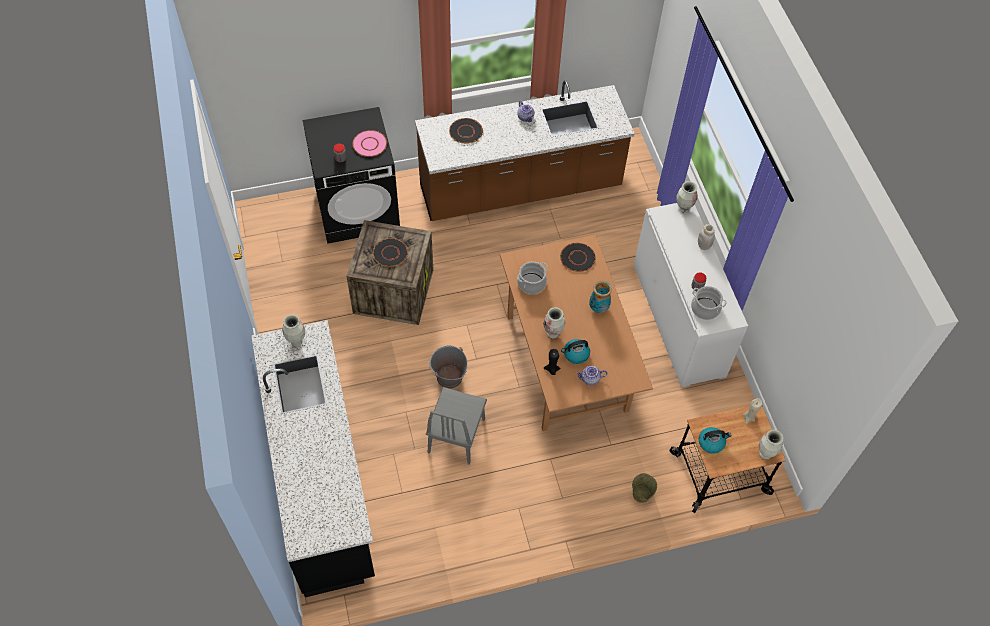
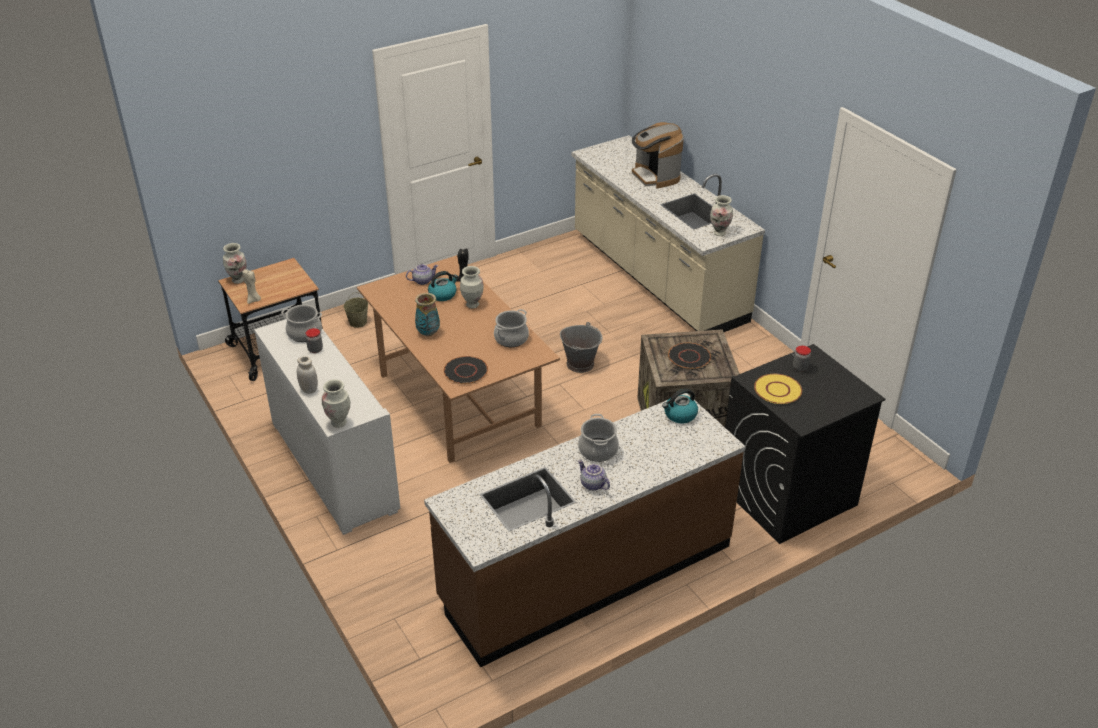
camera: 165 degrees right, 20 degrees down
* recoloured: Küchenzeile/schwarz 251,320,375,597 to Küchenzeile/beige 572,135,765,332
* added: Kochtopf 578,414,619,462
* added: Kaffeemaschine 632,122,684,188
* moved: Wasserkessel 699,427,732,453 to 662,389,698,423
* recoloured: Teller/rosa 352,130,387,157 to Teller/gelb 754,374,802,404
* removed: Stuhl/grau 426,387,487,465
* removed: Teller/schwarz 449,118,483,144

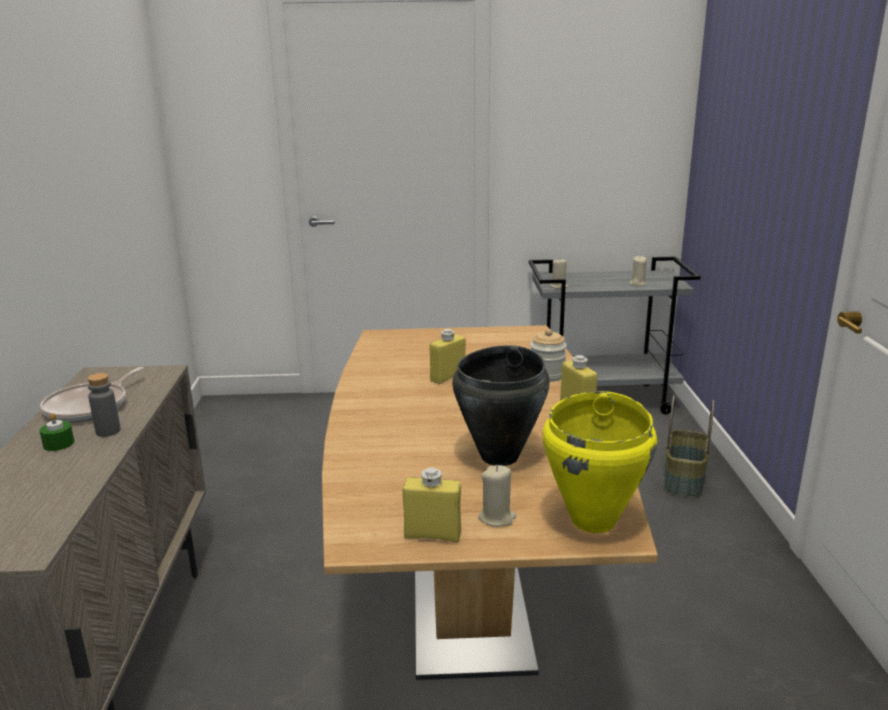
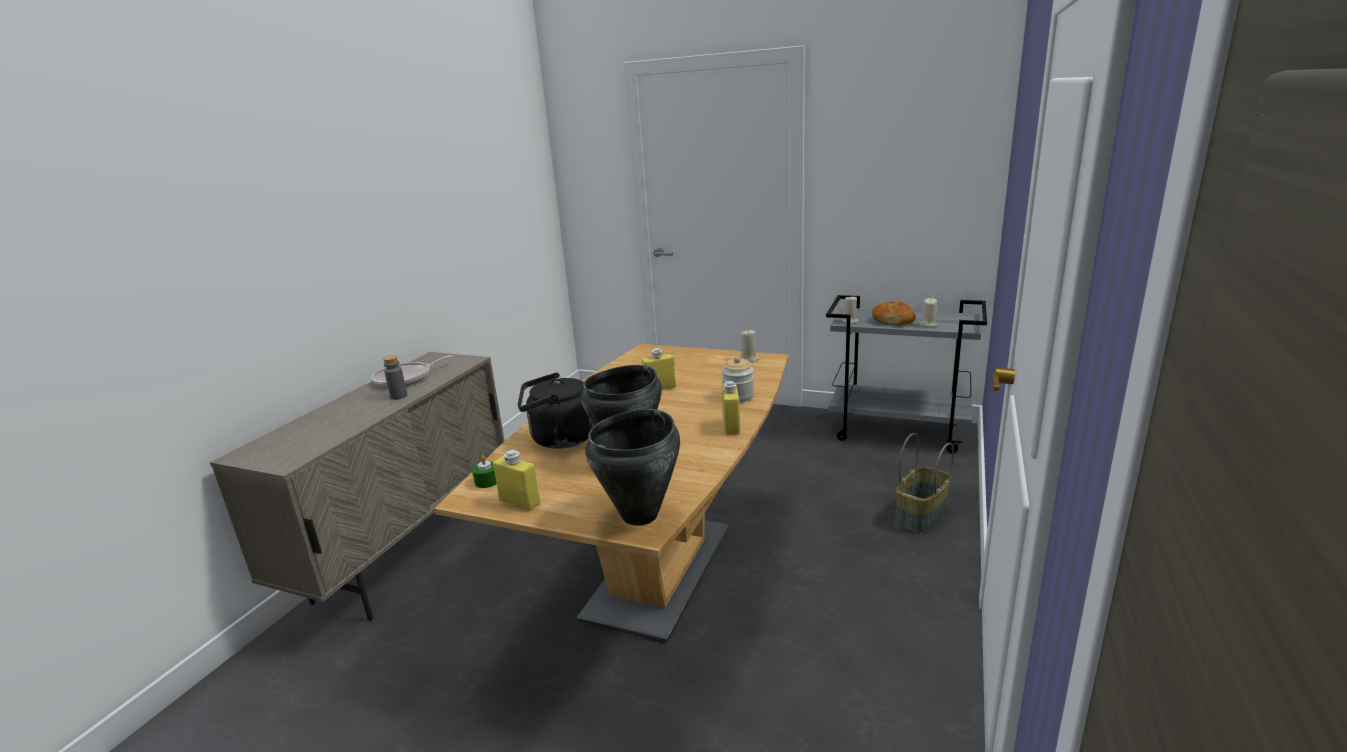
camera: 25 degrees right, 0 degrees up
* moved: Kerze/grün 39,413,75,451 to 472,455,497,488
* added: Wasserkessel/schwarz 518,372,594,449
* recoloured: Kochtopf/gelb 542,391,657,533 to Kochtopf/schwarz 585,409,680,526
* moved: Kerze/beige 478,465,516,527 to 740,329,759,362
* added: Brot 872,302,916,325

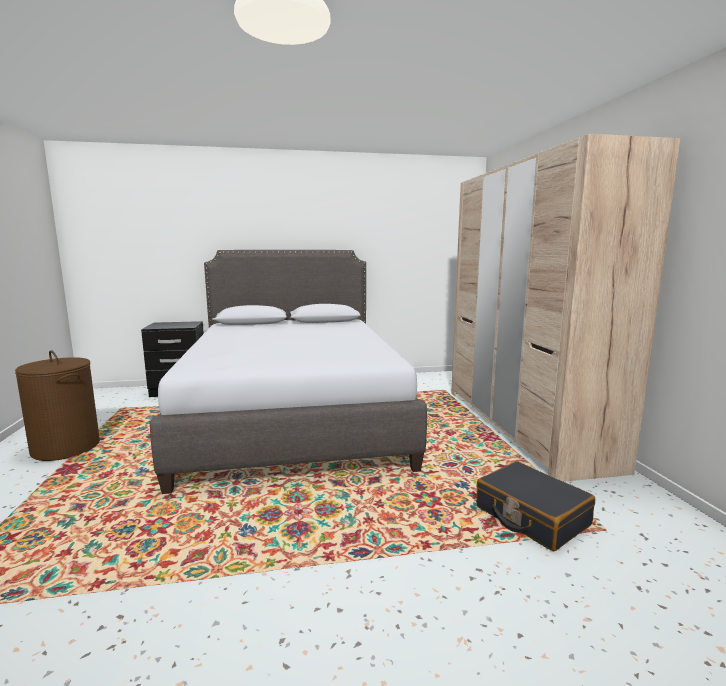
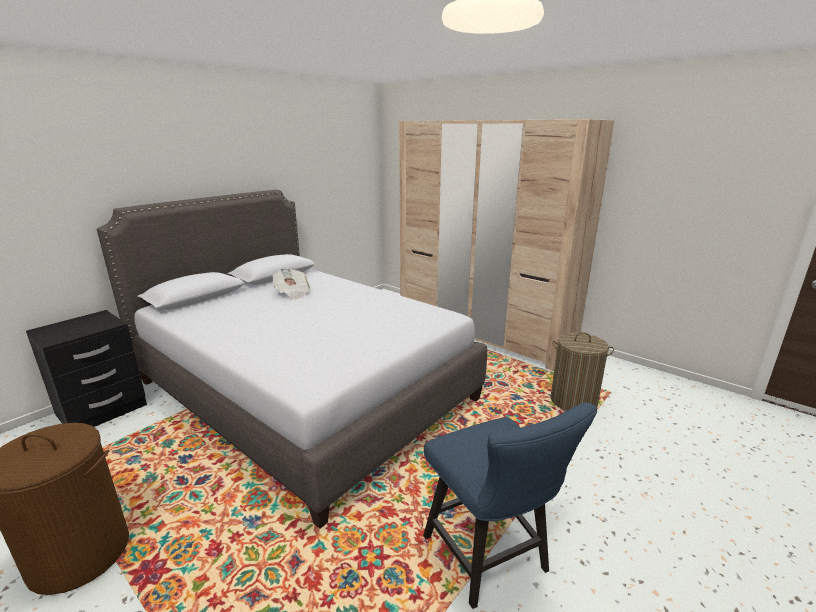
camera: 40 degrees left, 10 degrees up
* added: Zeitung 273,268,311,300
* added: Stuhl/blau 423,402,597,609
* replaced: Koffer/schwarz 476,461,595,551 to Wäschekorb 551,332,614,411

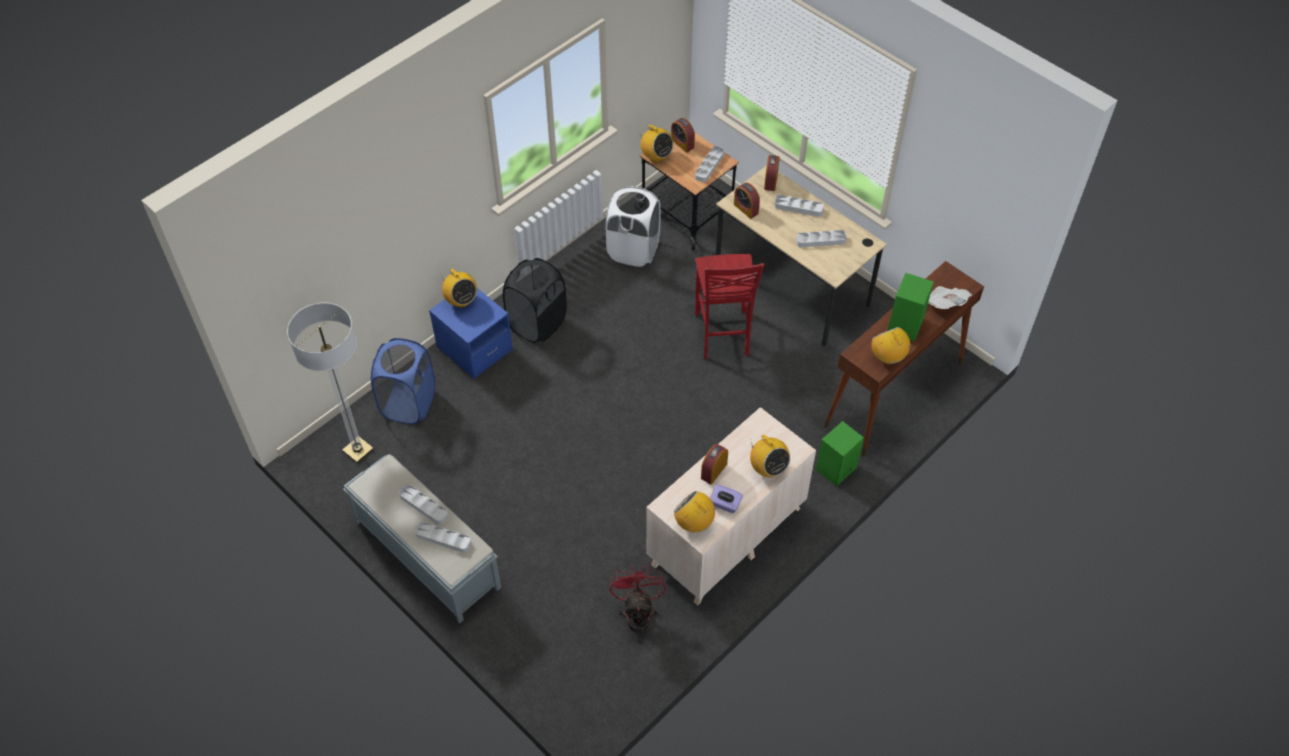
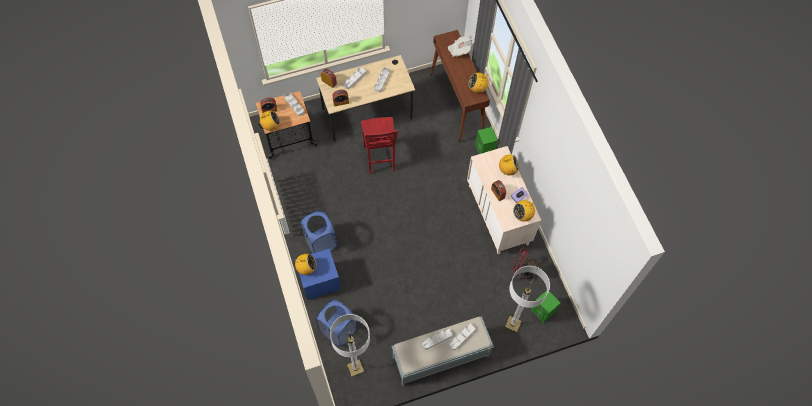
camera: 65 degrees left, 10 degrees up
* recoloured: Wäschekorb/schwarz 503,258,567,343 to Wäschekorb/blau 300,210,337,254
* turned: Stuhl/rot 695,254,764,359 = 361,117,398,175 60 degrees clockwise
* added: Stehlampe 505,266,550,333
* moved: Lautsprecher/grün 888,273,934,341 to 531,291,560,323
* removed: Wäschekorb/weiß 606,186,661,267

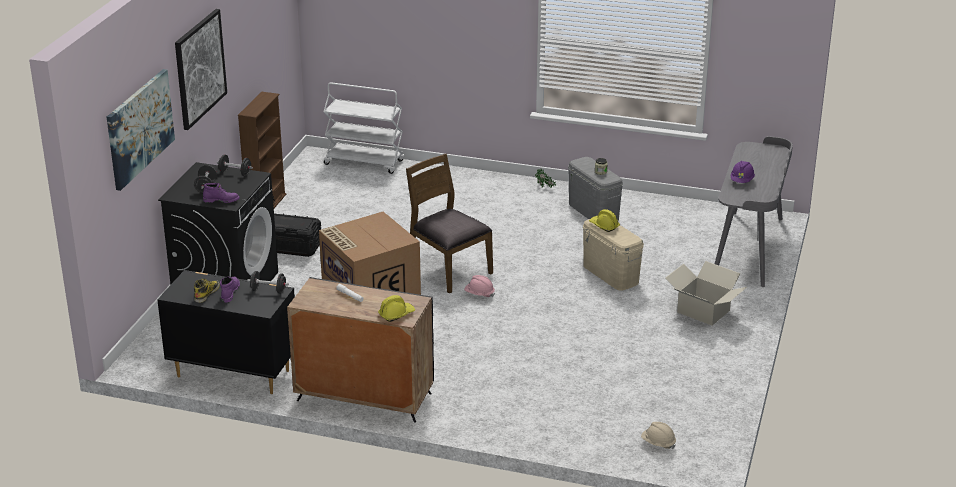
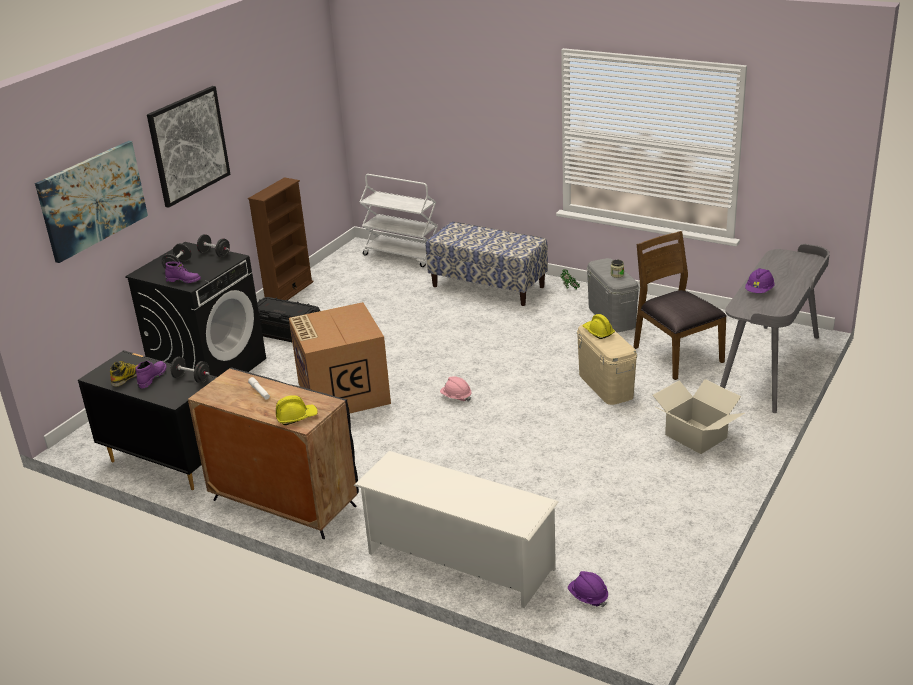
camera: 15 degrees right, 0 degrees up
* added: Schuhregal/weiß 354,451,559,608
* added: Bank 426,222,548,306
* recoloured: Schutzhelm/beige 641,422,676,449 to Schutzhelm/lila 568,571,608,607
* moved: Stuhl/braun 406,154,493,294 to 633,231,727,380

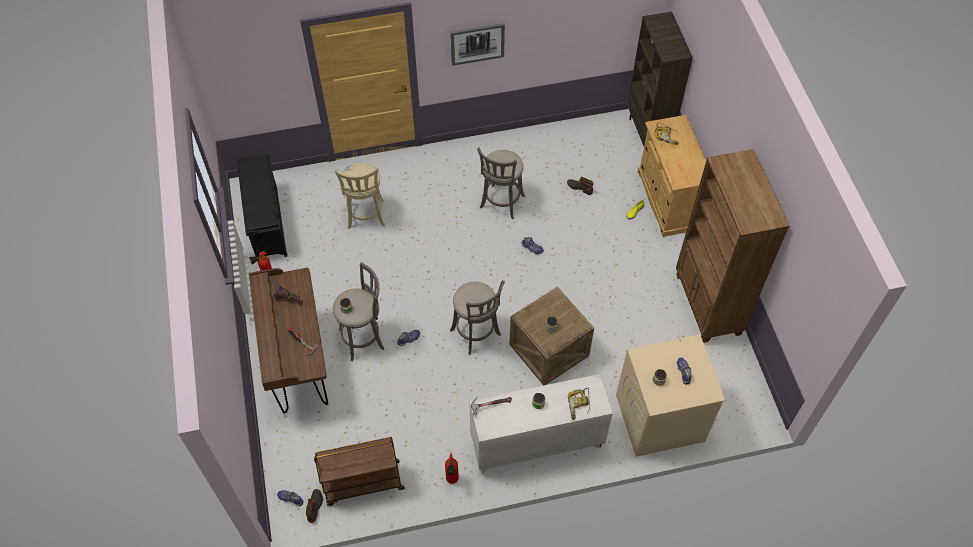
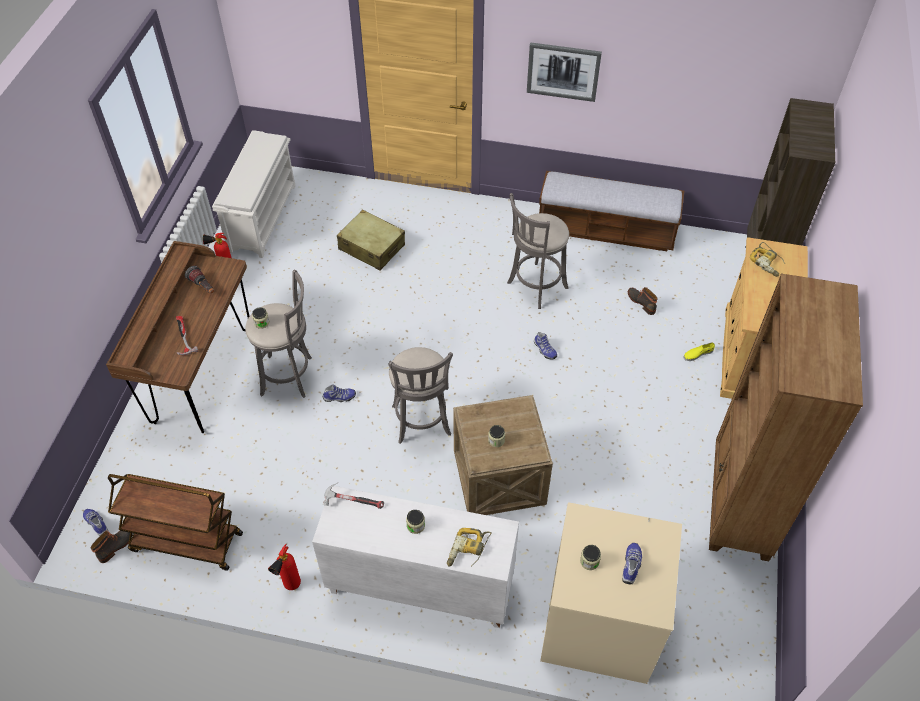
camera: 25 degrees right, 5 degrees down
* recoloured: Schuhregal/schwarz 237,155,287,262 to Schuhregal/weiß 212,130,296,258
* replaced: Hocker/beige 335,163,385,229 to Koffer/beige 337,210,405,271
* added: Bank 539,171,684,251

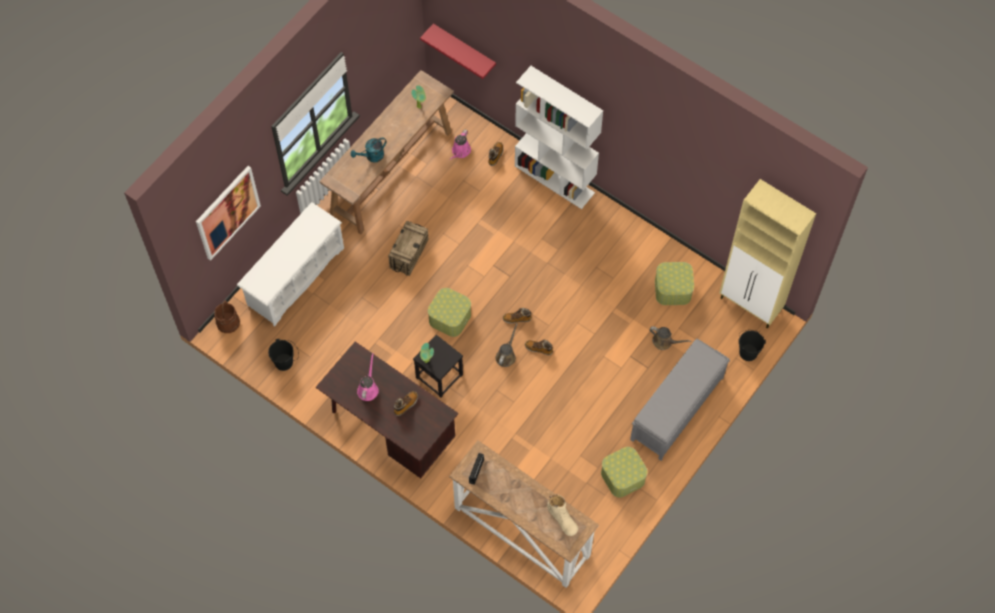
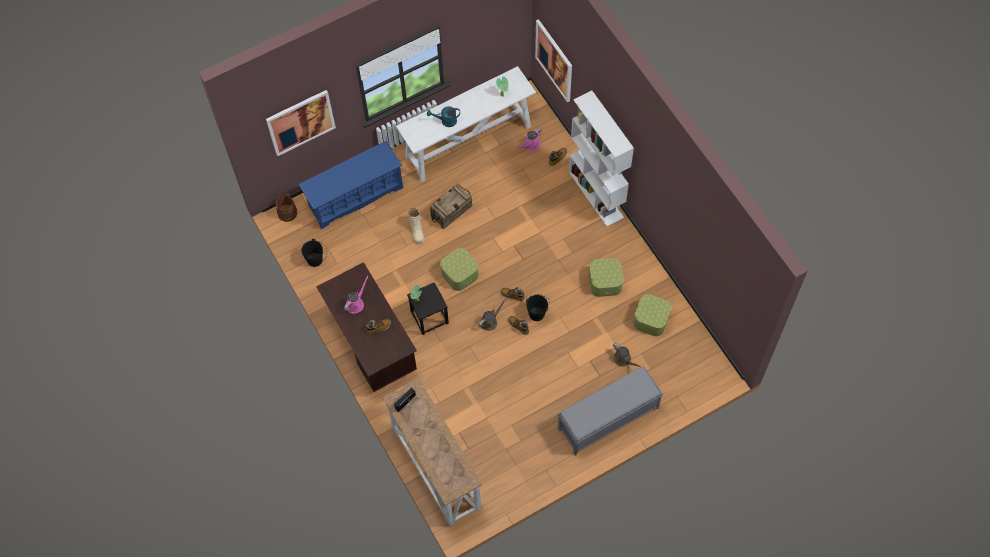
camera: 25 degrees right, 0 degrees up
* recoloured: Schuhregal/weiß 237,202,344,327 to Schuhregal/blau 299,141,403,229
* recoloured: Konsolentisch/braun 319,70,454,234 to Konsolentisch/weiß 396,66,536,182
* moved: Stiefel/beige 547,494,578,536 to 408,208,425,244
* moved: Eimer/schwarz 738,330,766,361 to 526,294,550,321
* replaced: Wandregal/rot 420,24,496,79 to Bild 535,19,572,102
* moved: Aufbewahrungsbox 601,447,648,498 to 589,258,624,297
* removed: Schrank/beige 719,179,816,329

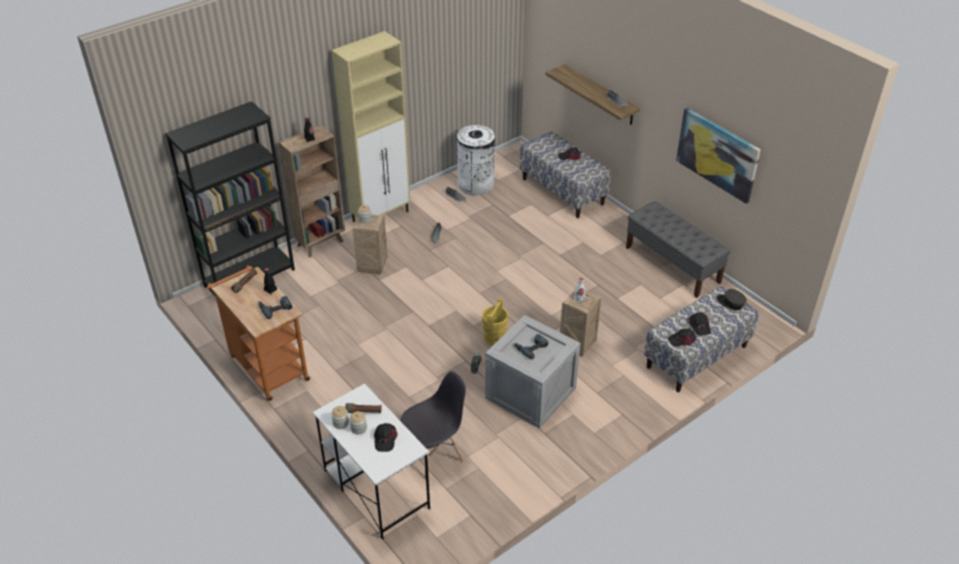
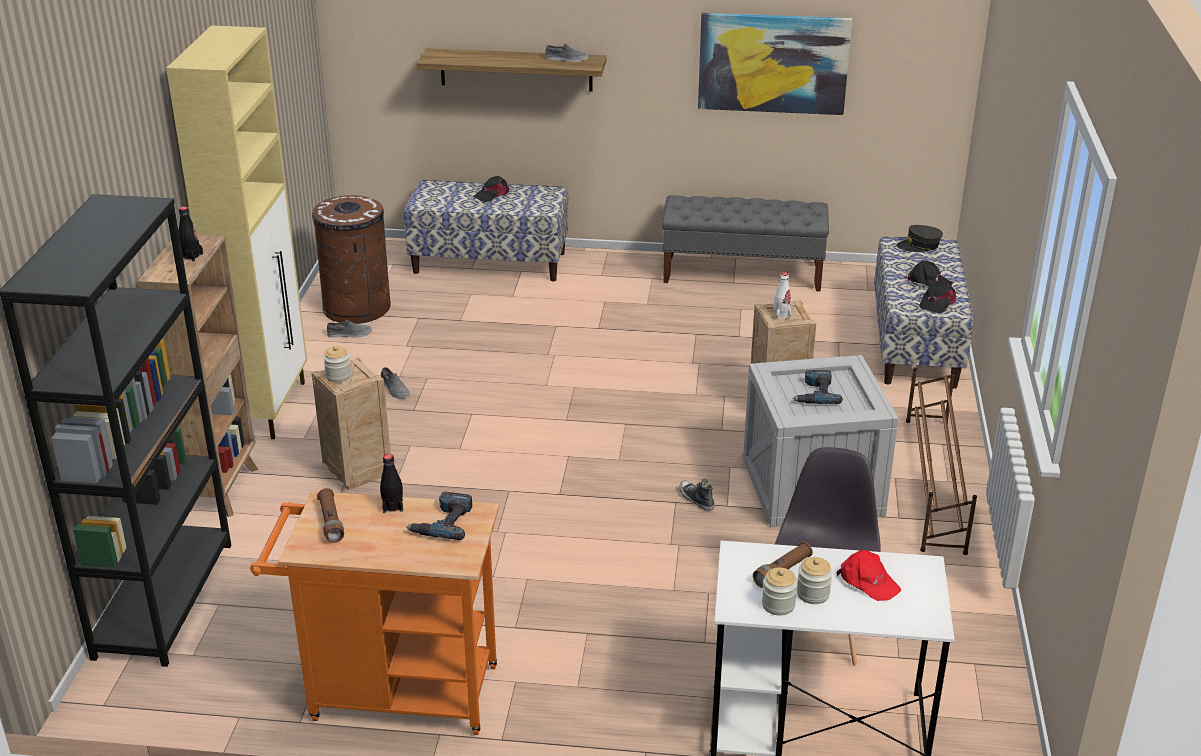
camera: 45 degrees left, 10 degrees down
* recoloured: Mülleimer/weiß 457,125,495,195 to Mülleimer/braun 312,195,391,324
* recoloured: Kappe/schwarz 374,423,398,452 to Kappe/rot 836,550,901,601
* added: Schuhregal/braun 906,367,977,555
* removed: Eimer/gelb 482,298,509,345

